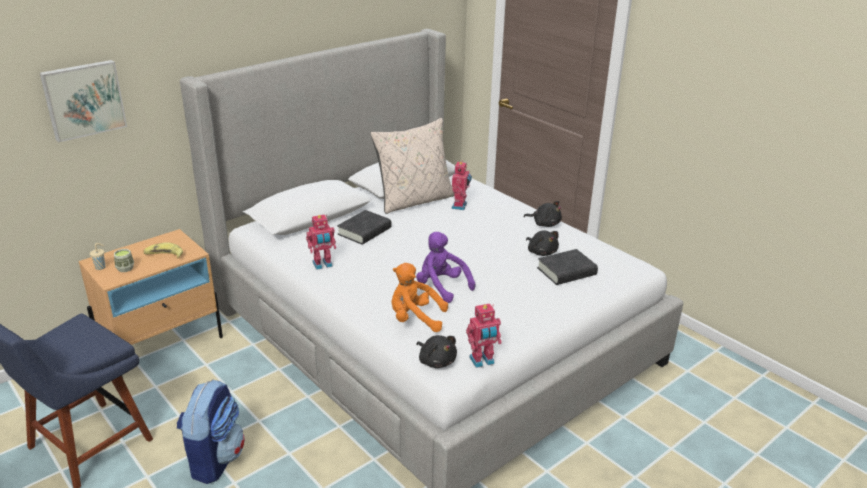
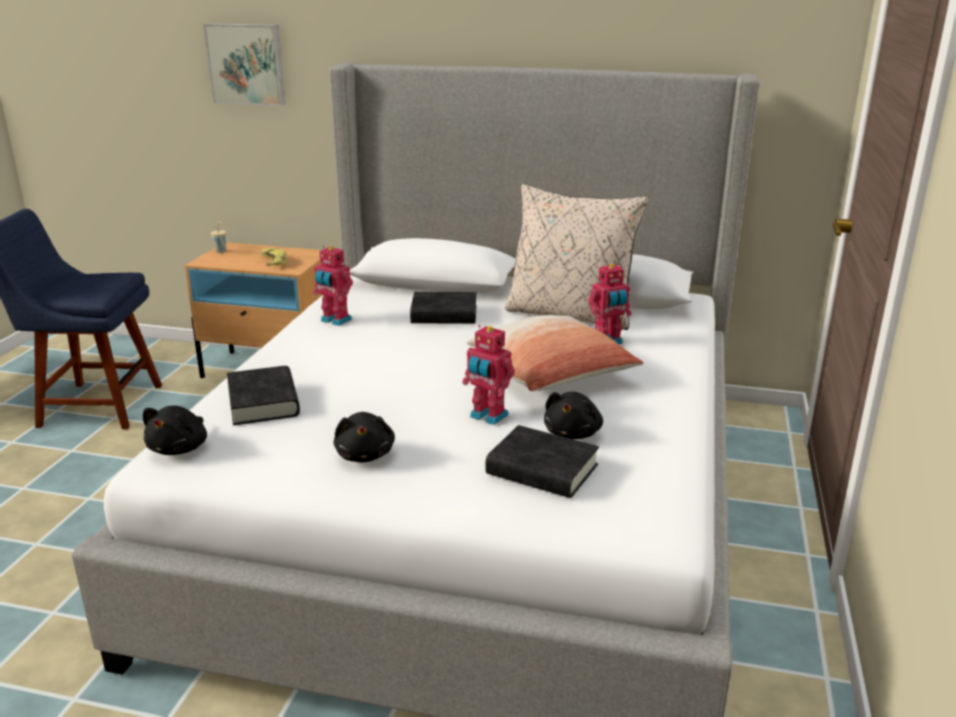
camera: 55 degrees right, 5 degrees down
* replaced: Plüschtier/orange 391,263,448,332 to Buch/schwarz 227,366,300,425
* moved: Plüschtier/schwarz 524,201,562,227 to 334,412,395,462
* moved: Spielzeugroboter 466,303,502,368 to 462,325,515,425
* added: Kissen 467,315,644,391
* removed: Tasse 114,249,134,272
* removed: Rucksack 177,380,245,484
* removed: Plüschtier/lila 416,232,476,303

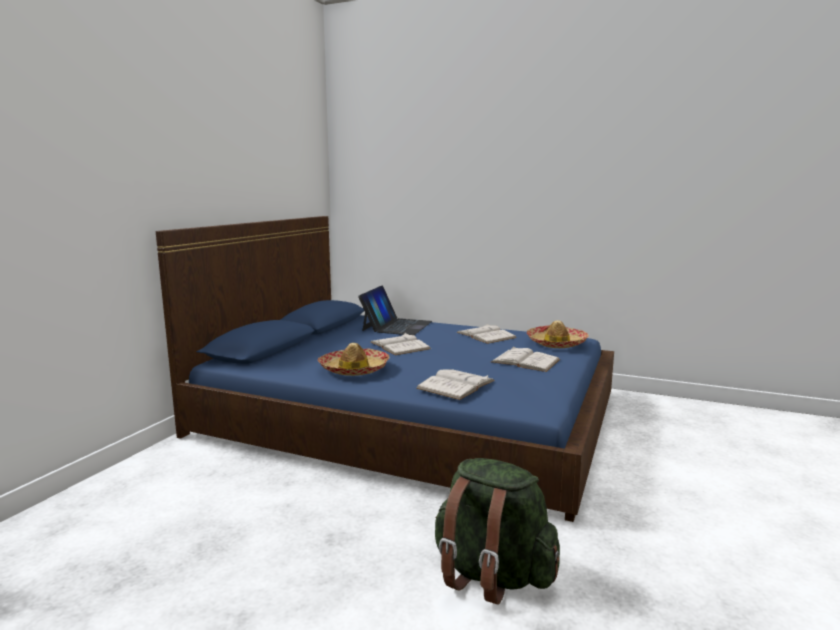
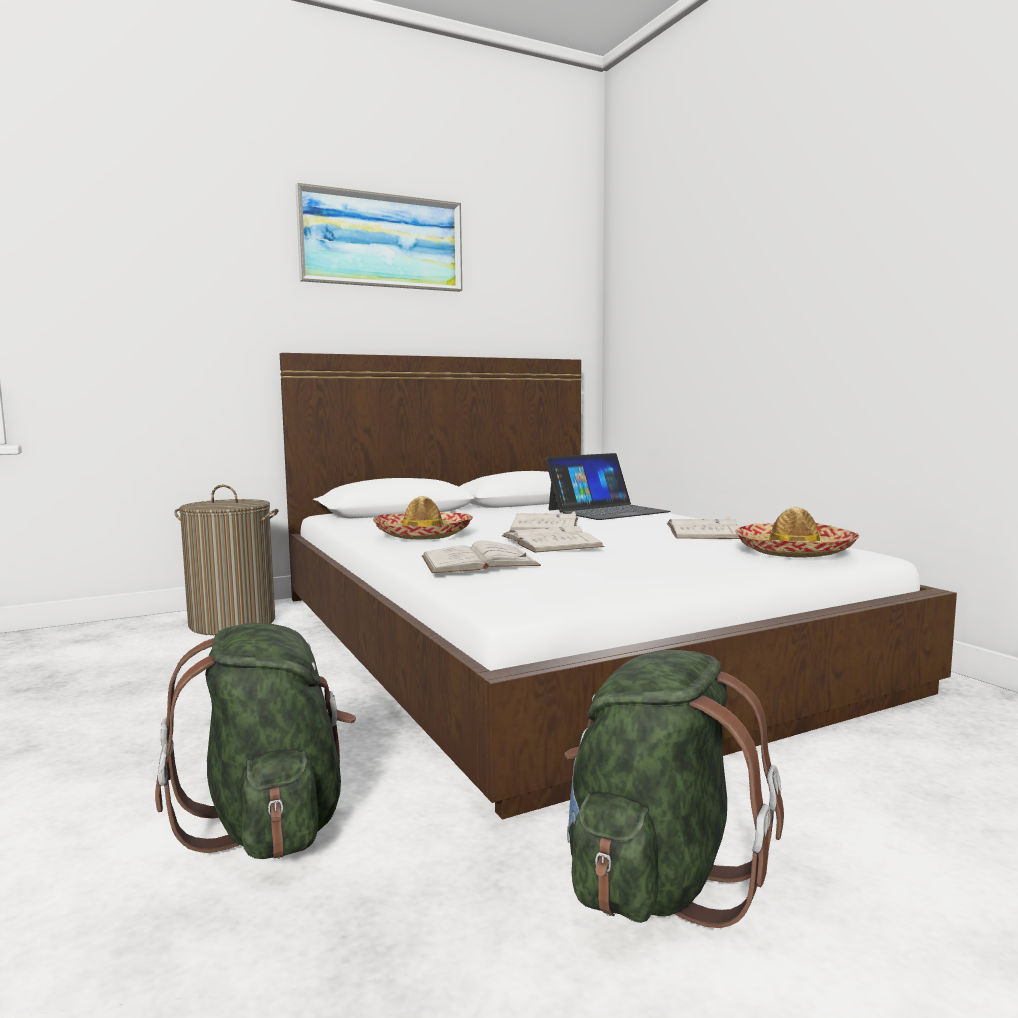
camera: 40 degrees right, 5 degrees down
* added: Wäschekorb 175,485,279,635
* recoloured: Bett/blau 156,216,614,522 to Bett/weiß 280,353,957,819
* added: Bild 295,183,462,292
* moved: Buch/weiß 491,347,560,372 to 502,523,604,553
* added: Rucksack/grün 564,650,784,928

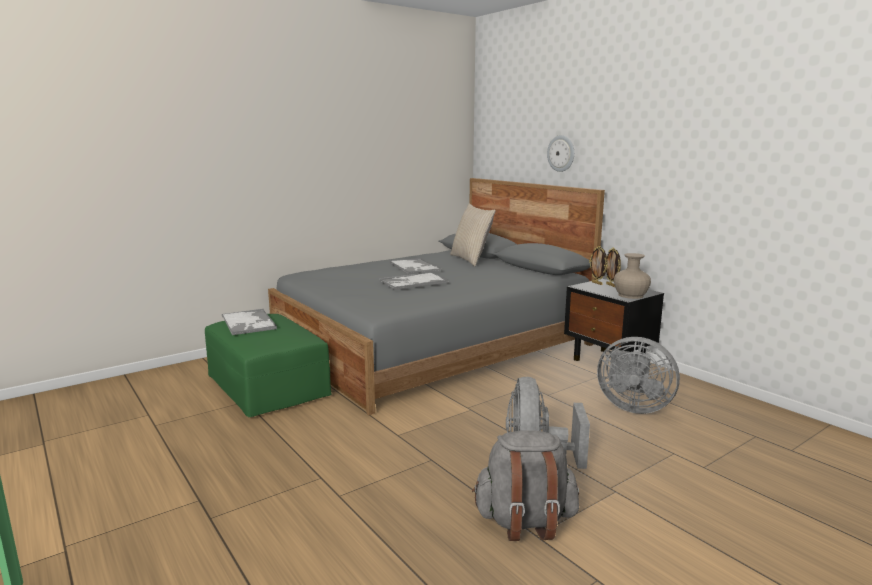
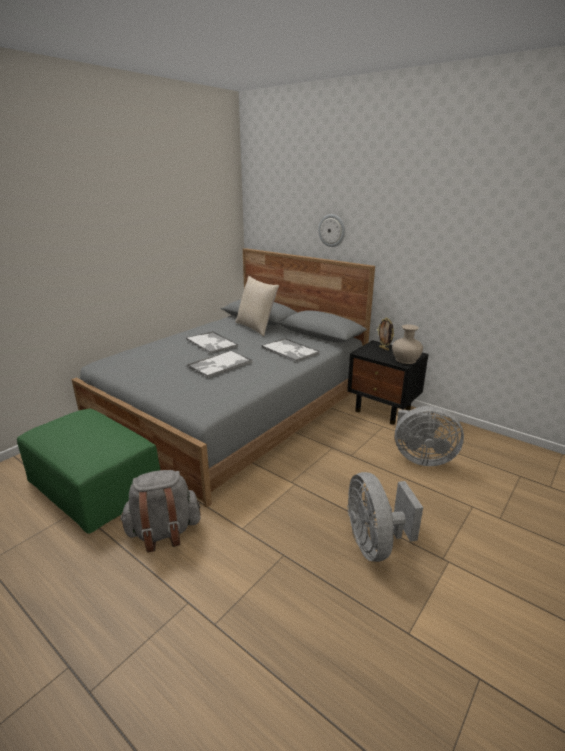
camera: 15 degrees left, 10 degrees up
* moved: Rucksack/grau 472,431,579,541 to 119,470,201,553
* moved: Tablett 222,309,277,335 to 262,338,320,362
* removed: Bilderrahmen 589,246,608,285

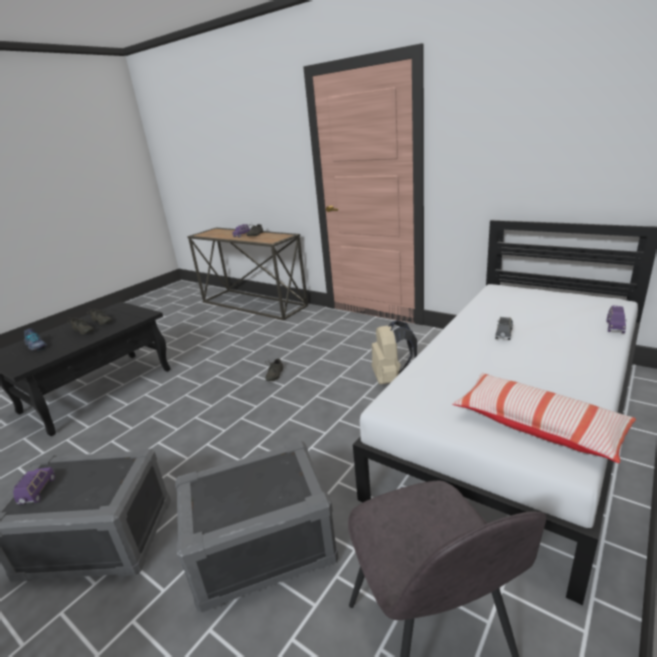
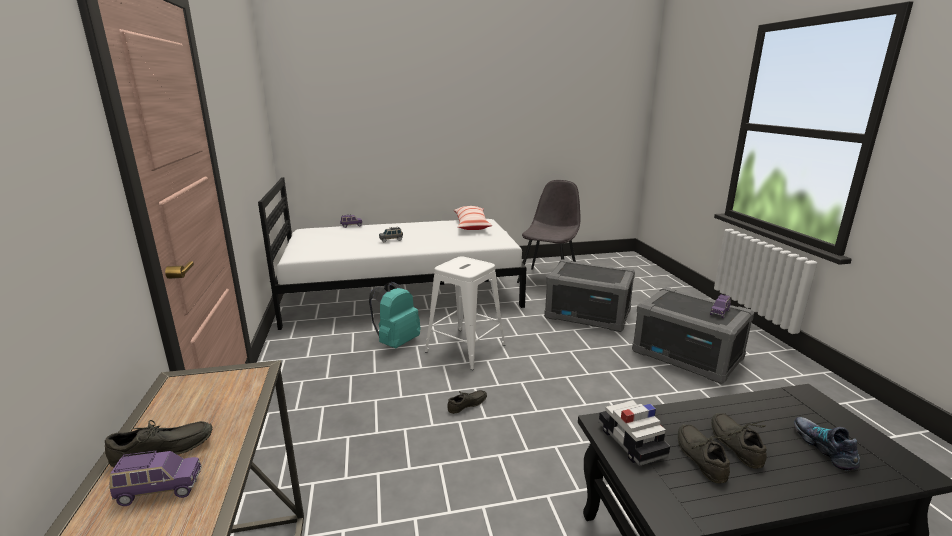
camera: 140 degrees left, 5 degrees down
* recoloured: Rucksack/beige 372,320,417,384 to Rucksack/türkis 369,282,421,349
* added: Hocker/weiß 425,256,506,370
* added: Spielzeugauto 599,400,670,466

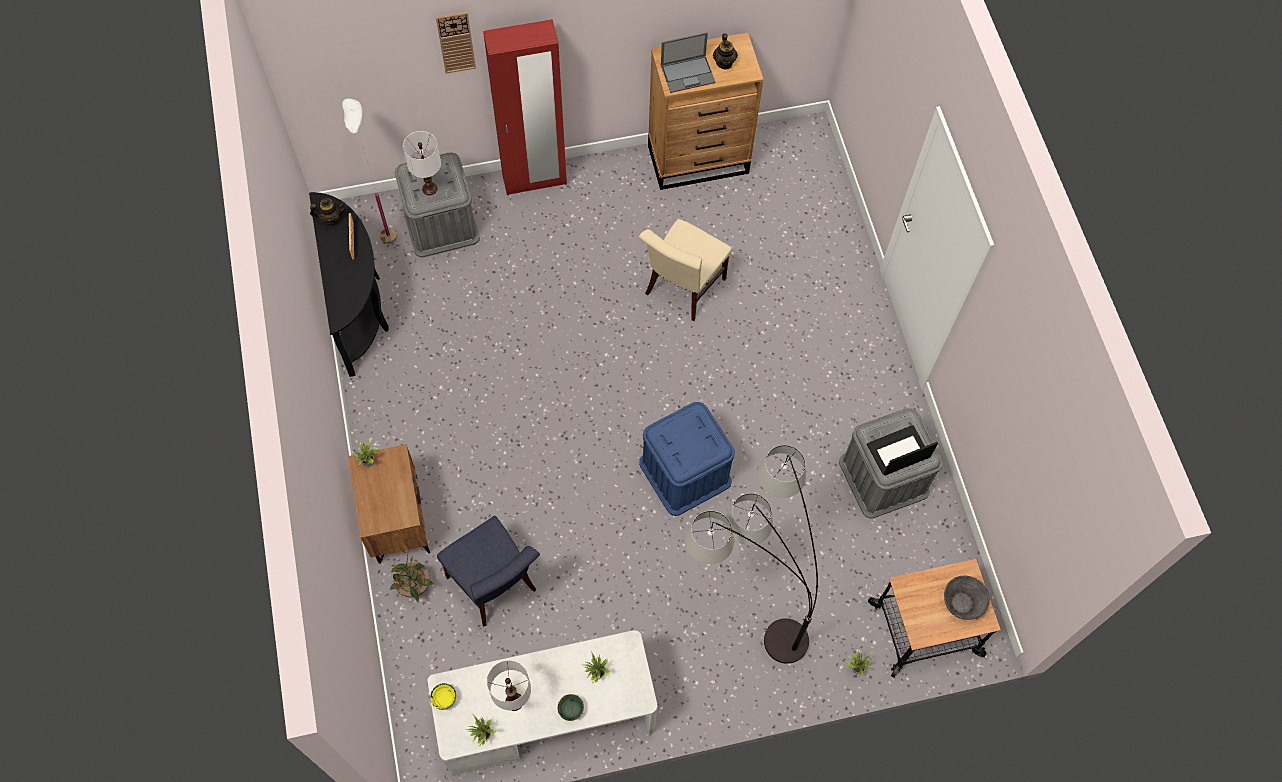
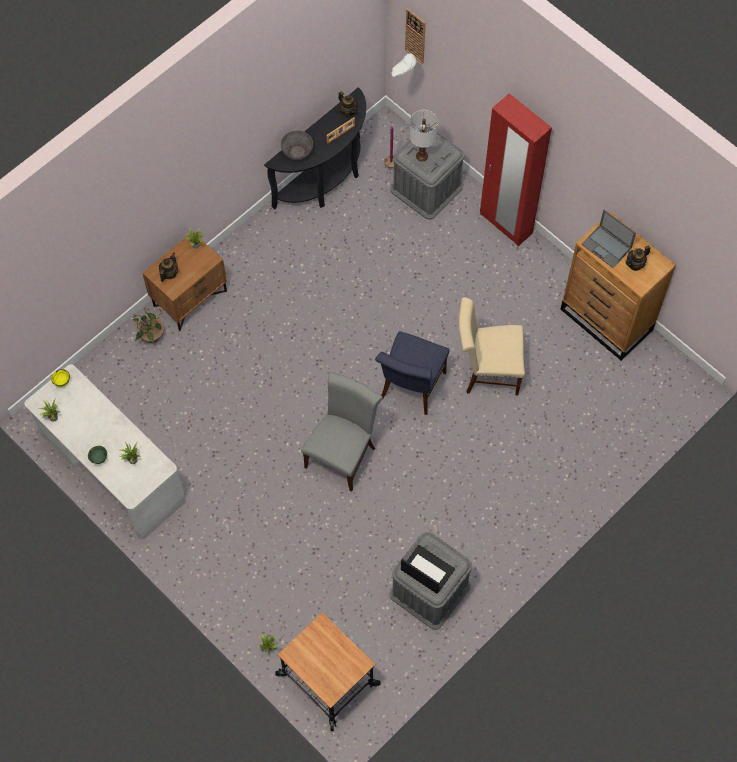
camera: 60 degrees right, 0 degrees up
* added: Teekanne 159,252,178,282
* moved: Schüssel/grau 944,576,990,620 to 281,130,313,160
* replaced: Aufbewahrungsbox/blau 639,402,735,516 to Stuhl/grau 301,372,383,491
* moved: Stuhl/blau 437,516,540,627 to 375,331,449,415
* moved: Wanduhr 436,11,476,74 to 405,8,426,64
* removed: Tischlampe/weiß 487,660,531,711
* removed: Stehlampe 685,445,818,664

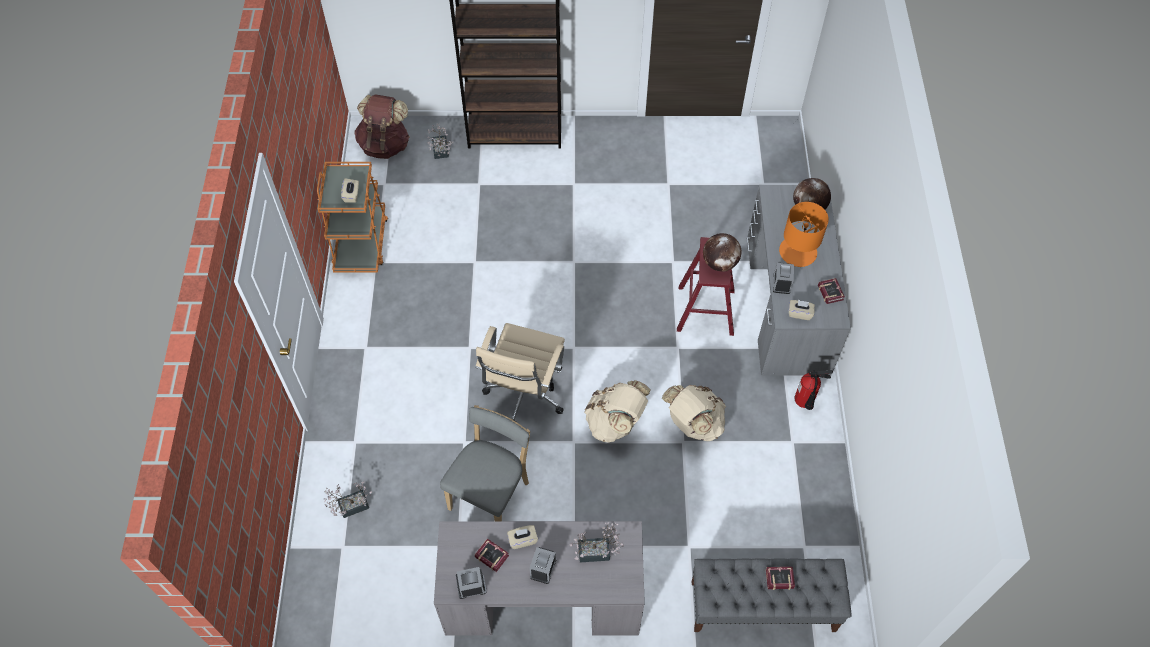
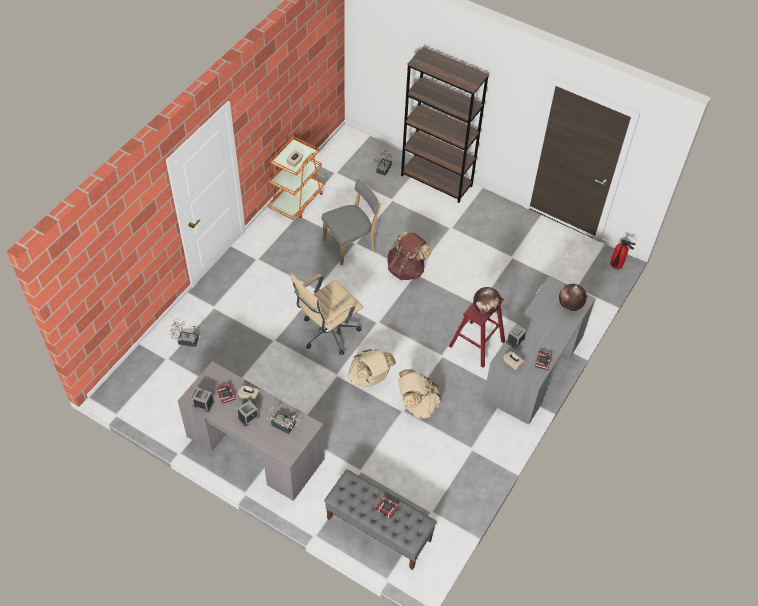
camera: 30 degrees right, 5 degrees down
* moved: Stuhl/grau 440,405,530,521 to 322,179,381,266
* moved: Rucksack/braun 355,95,410,159 to 387,231,432,280
* moved: Feuerlöscher 794,370,833,410 to 610,240,635,269
* removed: Tischlampe/orange 779,202,829,267

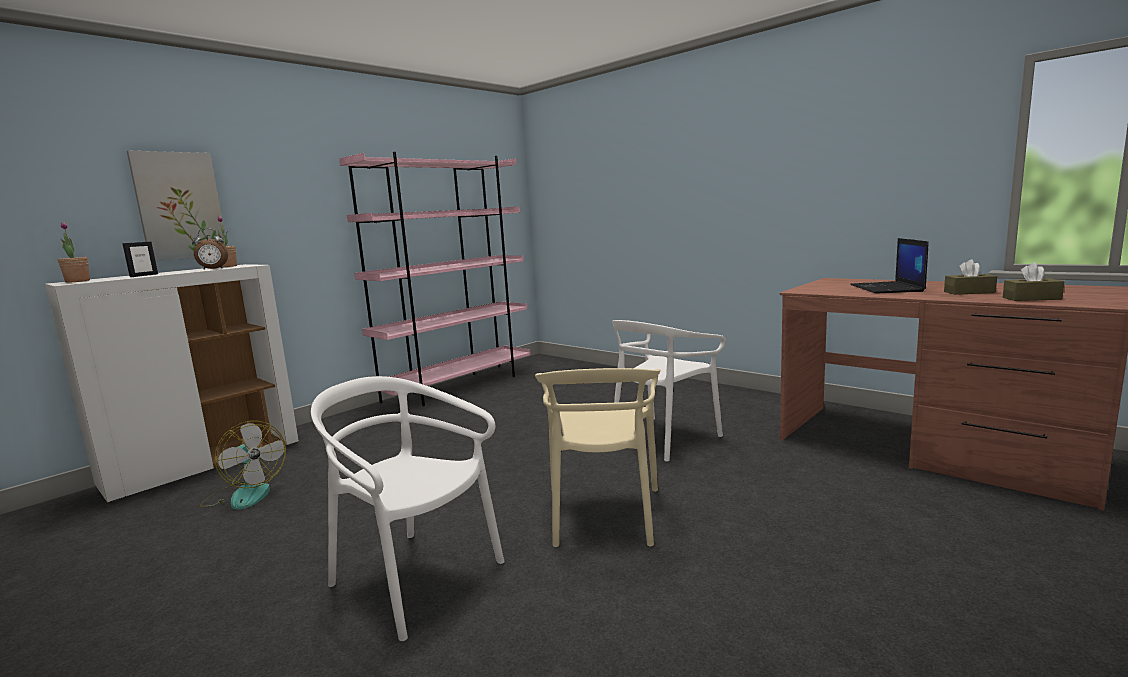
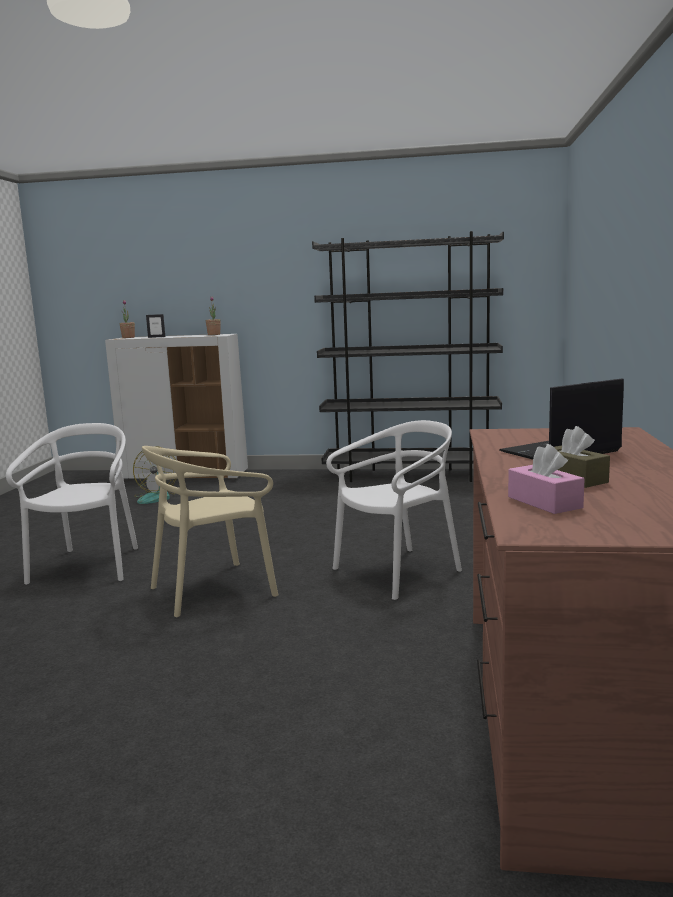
camera: 55 degrees right, 0 degrees up
* recoloured: Bücherregal/rosa 339,152,531,406 to Bücherregal/schwarz 312,231,504,482
* turned: Stuhl/weiß 612,320,726,462 = 326,420,462,600 135 degrees clockwise
* recoloured: Taschentuchbox/braun 1003,262,1065,301 to Taschentuchbox/rosa 508,444,585,514
* removed: Bild 127,151,227,261
* removed: Wecker 192,228,228,270

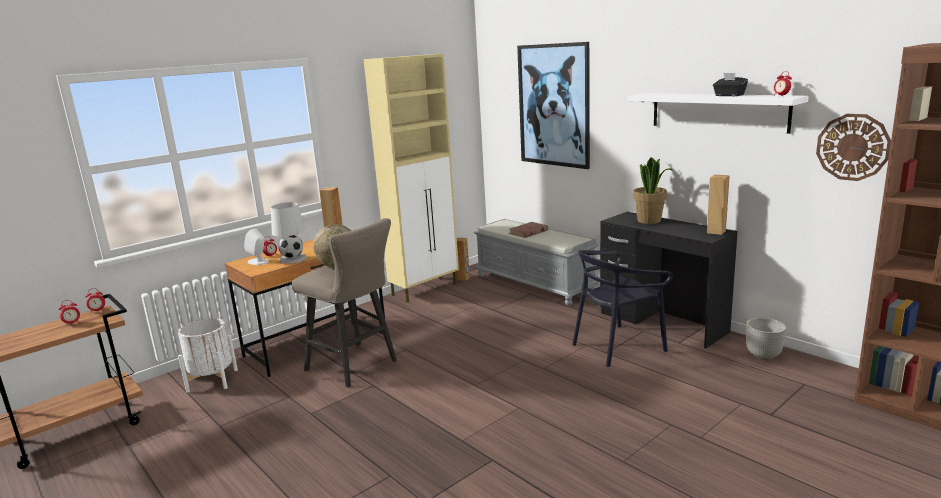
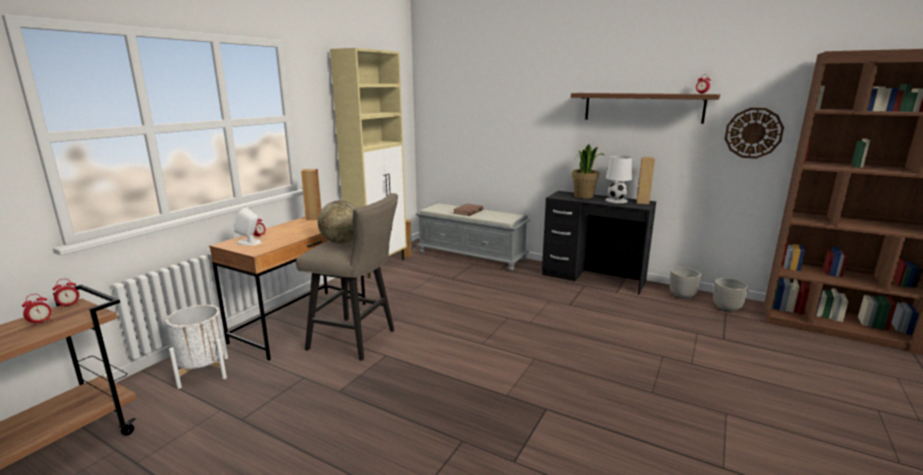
camera: 20 degrees left, 0 degrees up
* recoloured: Wandregal/weiß 627,93,809,134 to Wandregal/braun 571,93,720,124
* moved: Tischlampe/weiß 271,202,307,264 to 606,156,632,203
* added: Pflanzkübel 713,278,748,312
* removed: Bild 517,42,590,169
* removed: Stuhl/schwarz 572,250,673,367
* removed: Taschentuchbox/schwarz 713,73,748,96

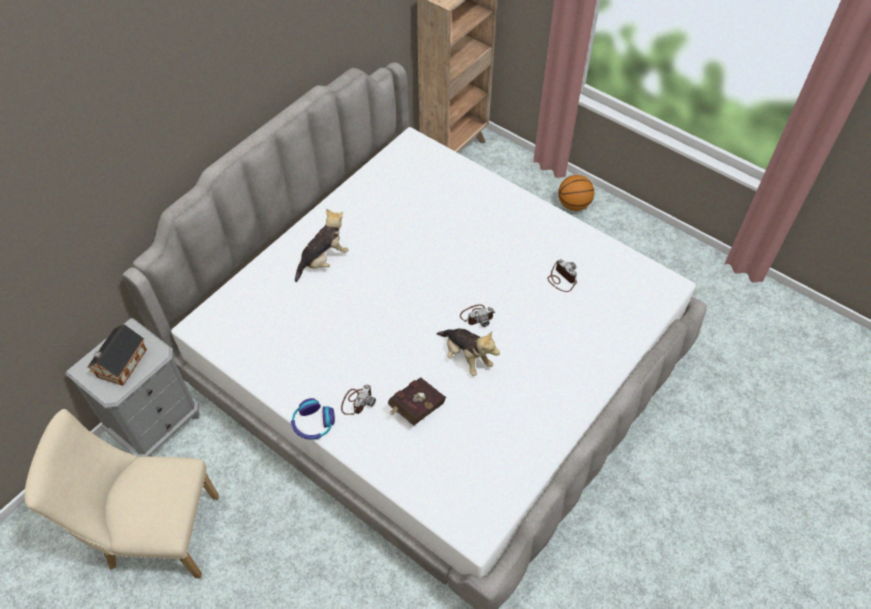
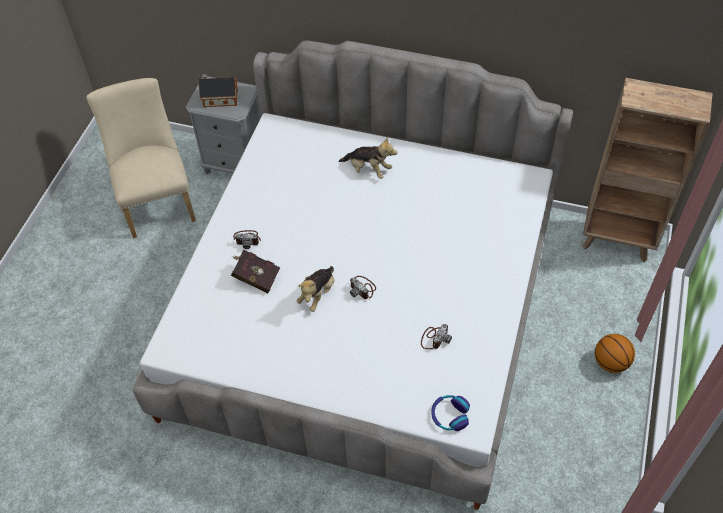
camera: 70 degrees right, 0 degrees up
* moved: Kopfhörer 291,398,335,440 to 431,395,470,431

